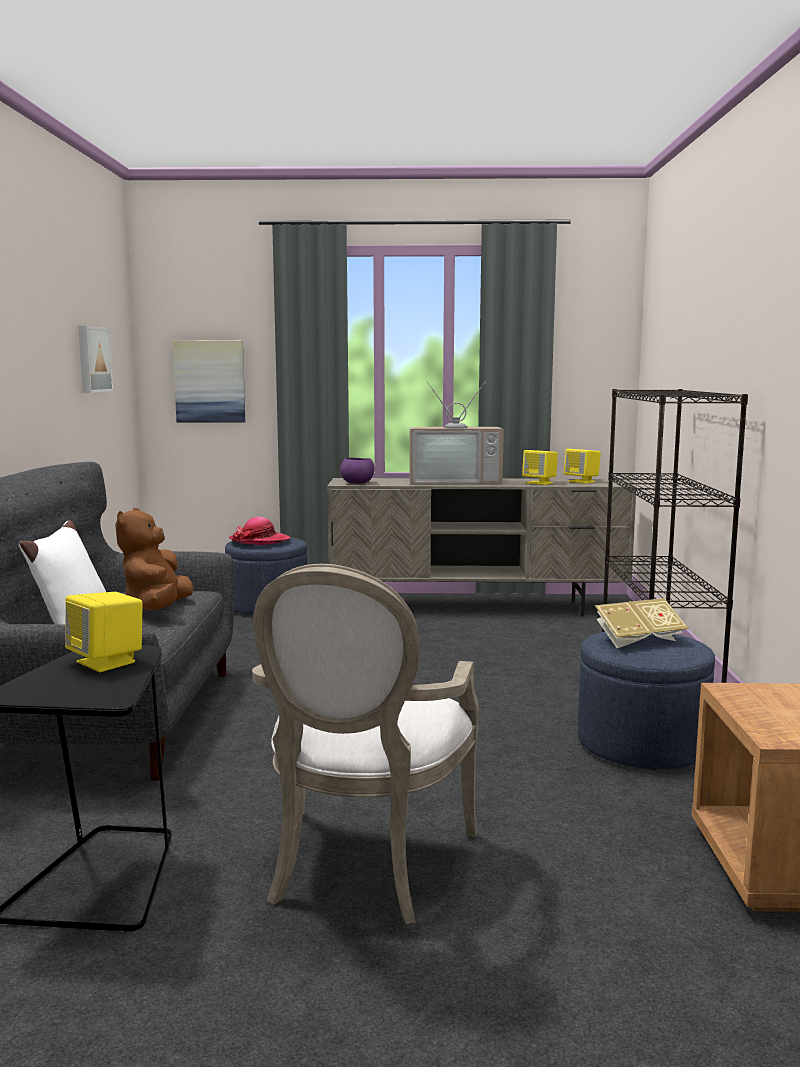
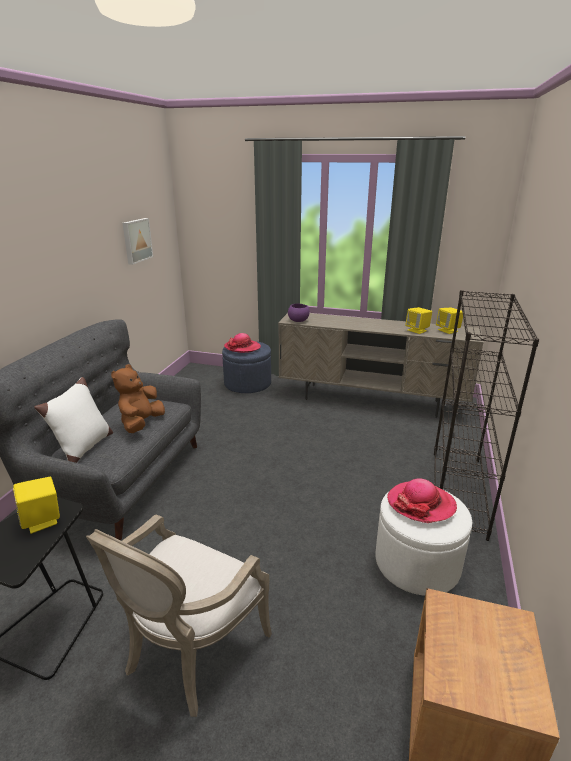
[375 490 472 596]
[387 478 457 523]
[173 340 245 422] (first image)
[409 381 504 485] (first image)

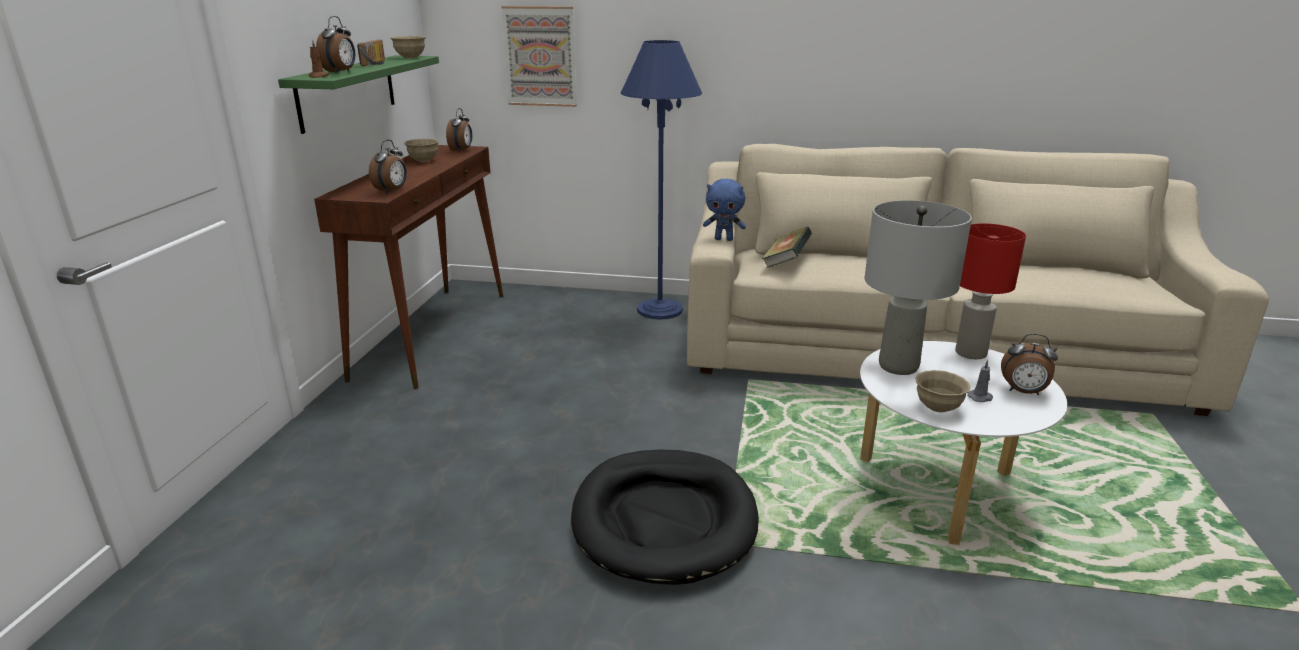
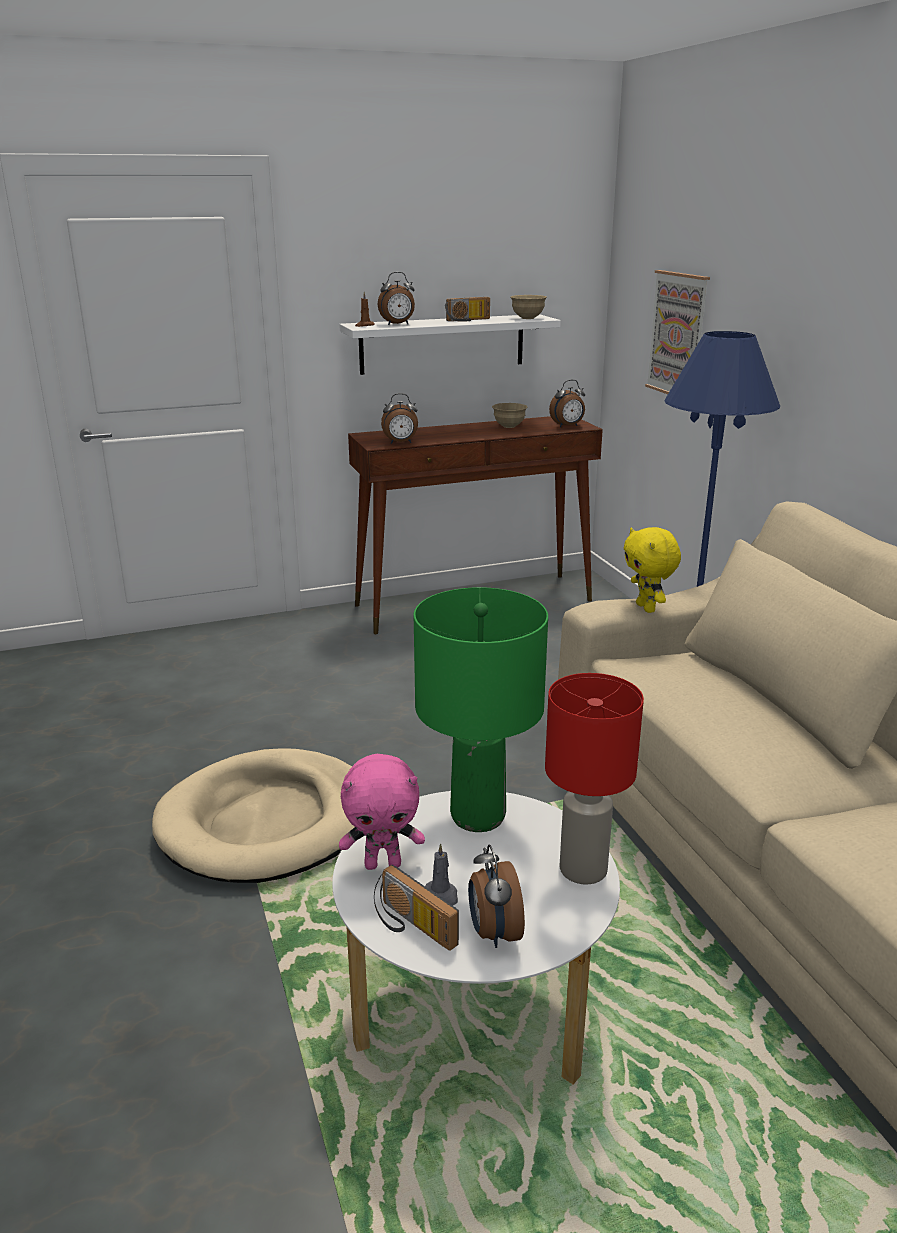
[152 748 355 883]
[339 314 561 375]
[339 754 425 870]
[374 865 459 951]
[414 587 548 832]
[624 527 681 613]
[762 227 812 268] (first image)

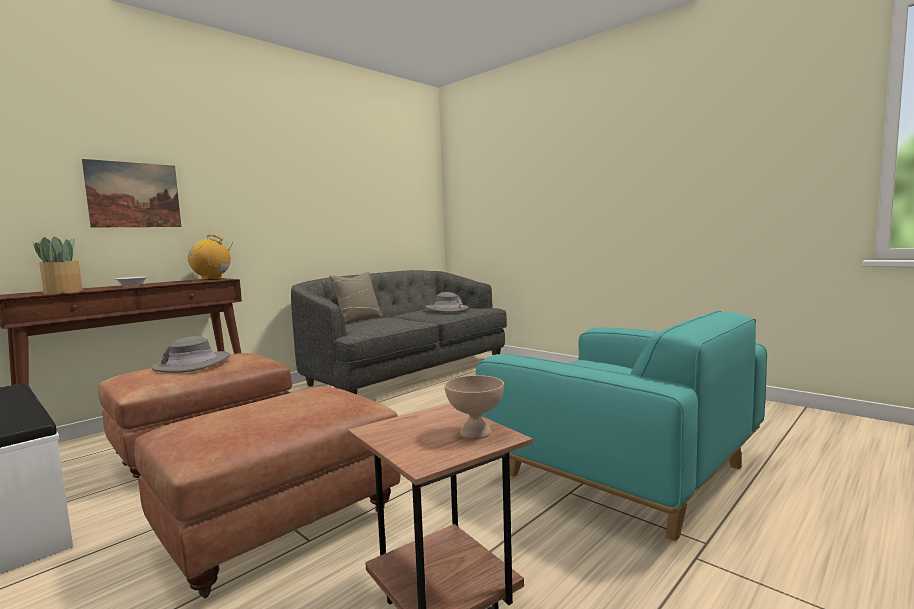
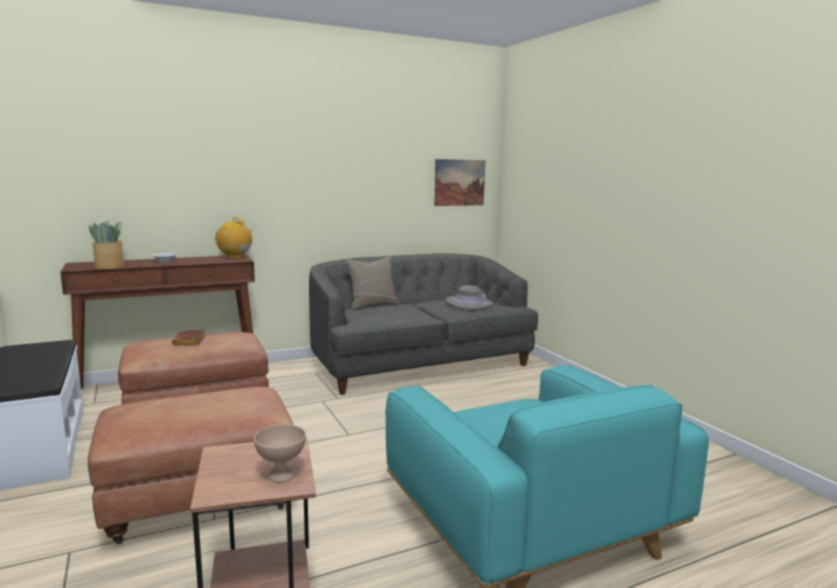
[172 329 206 346]
[434 159 486 206]

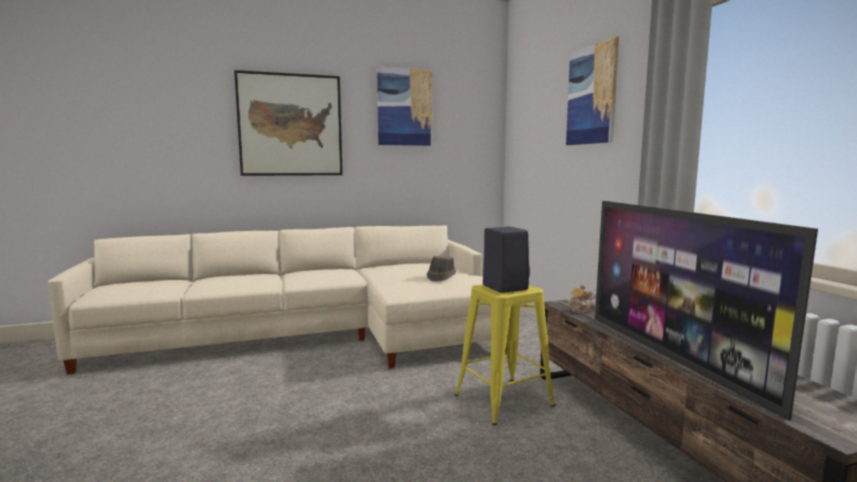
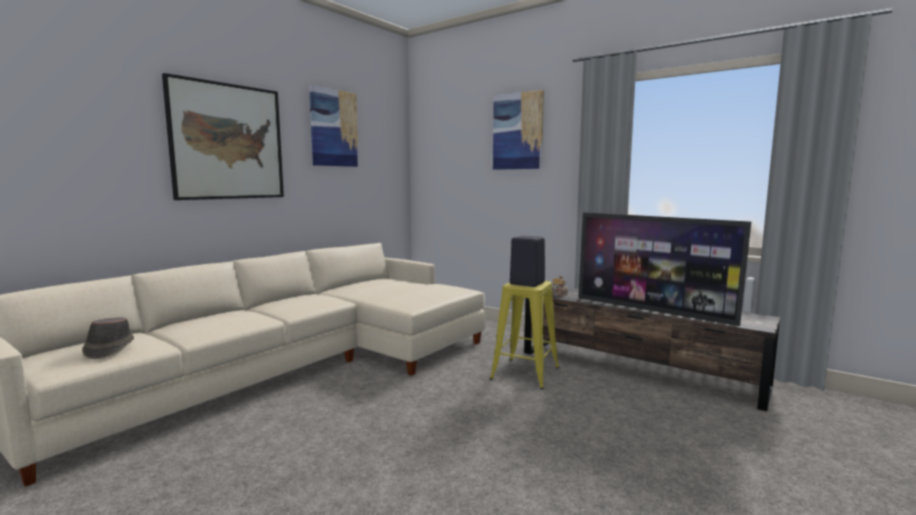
[82 317 134 359]

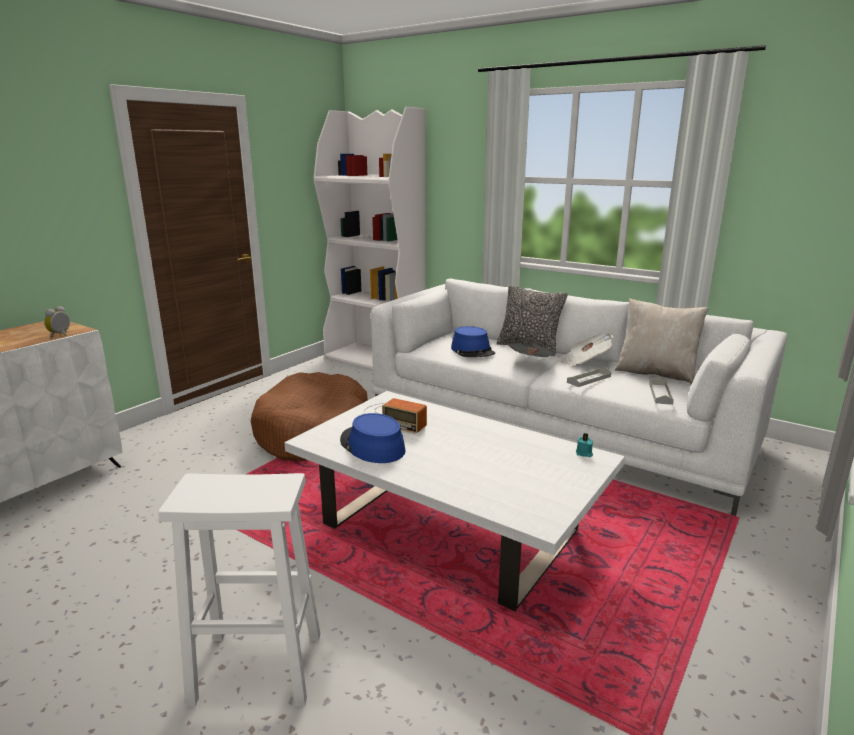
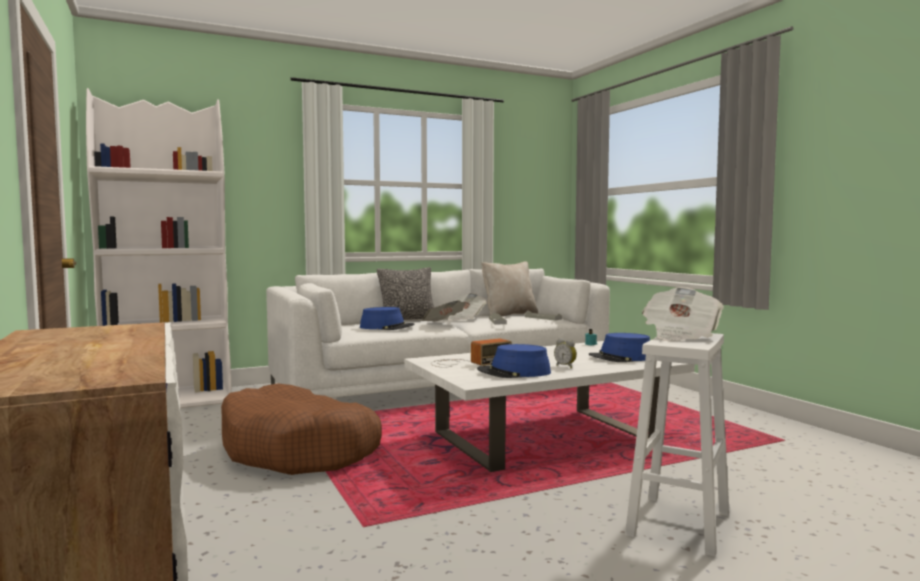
[554 338 577 368]
[589 333 650 362]
[642 287 724 341]

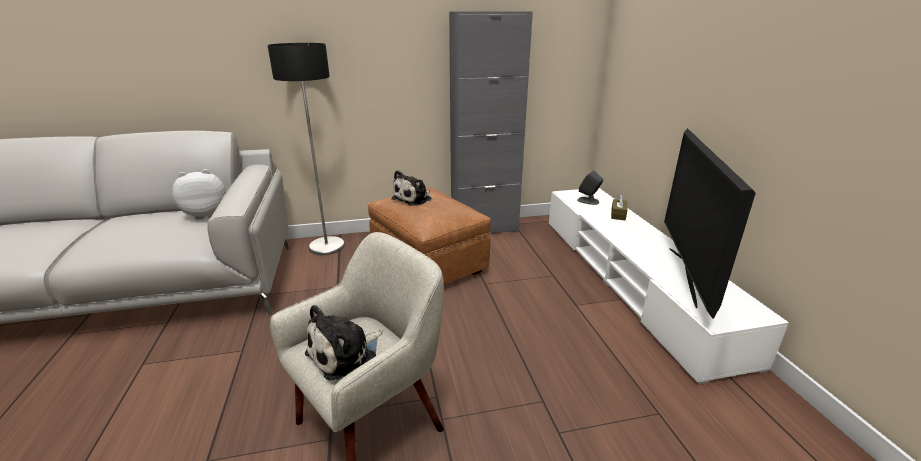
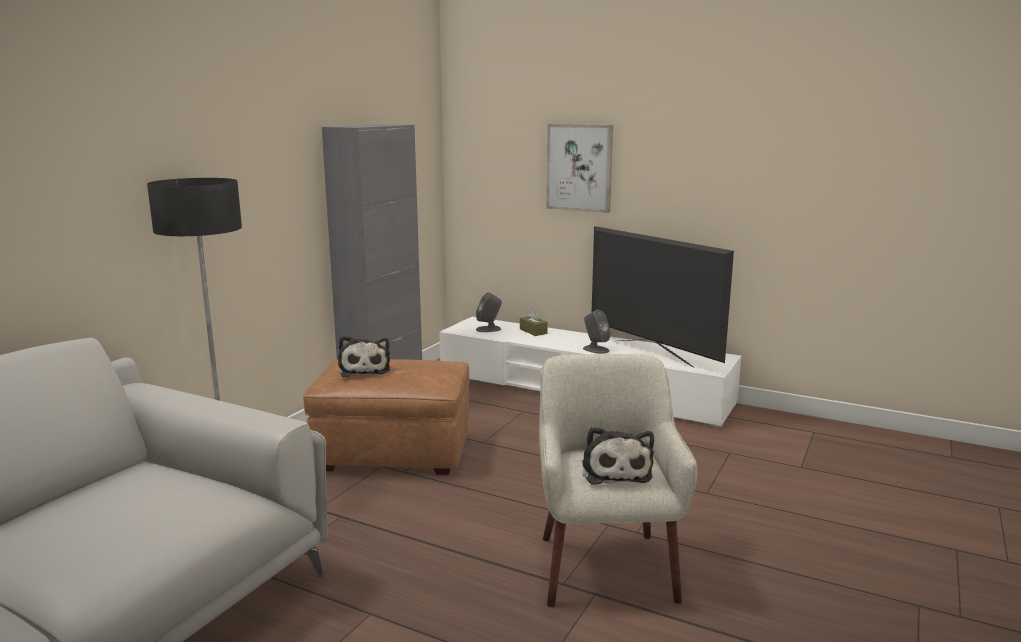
[546 124 613 213]
[583 310 611 354]
[172 169 226 219] (first image)

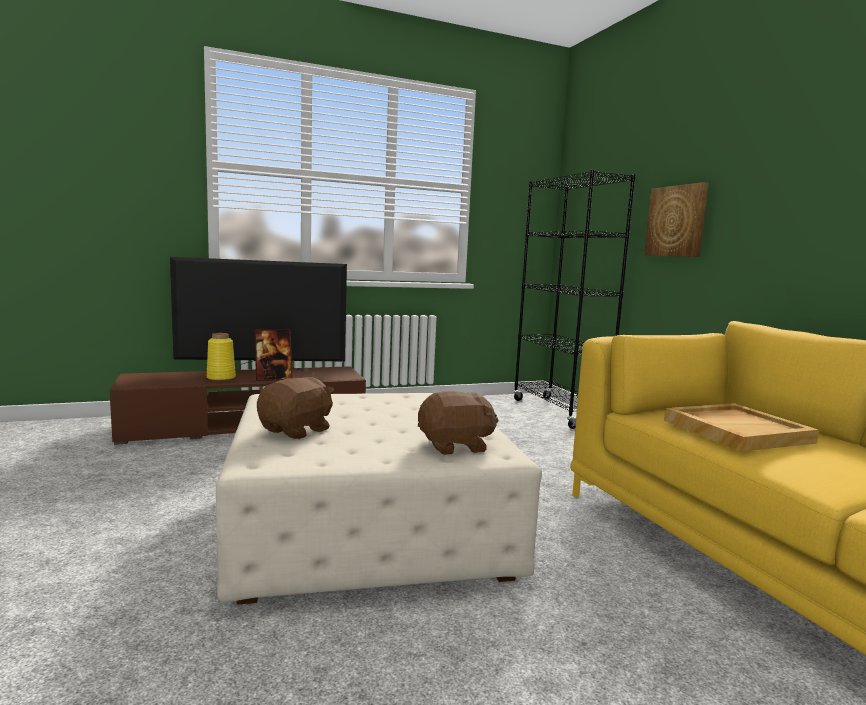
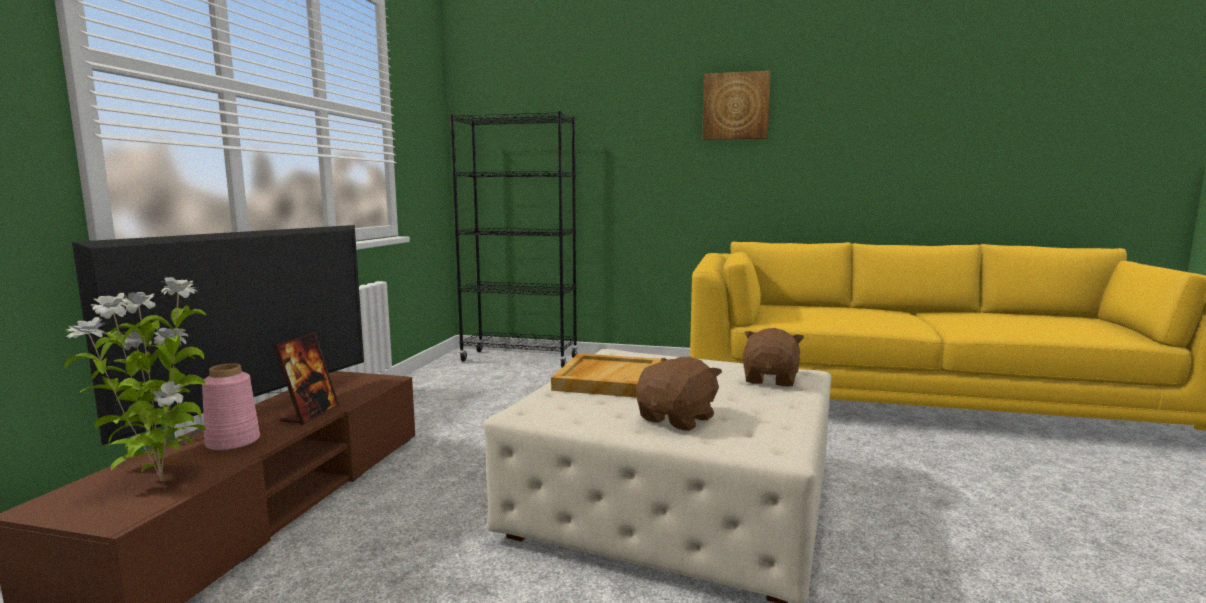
[64 277 206 481]
[202 363 260 451]
[551 353 661 397]
[636 357 722 431]
[702 71 771 140]

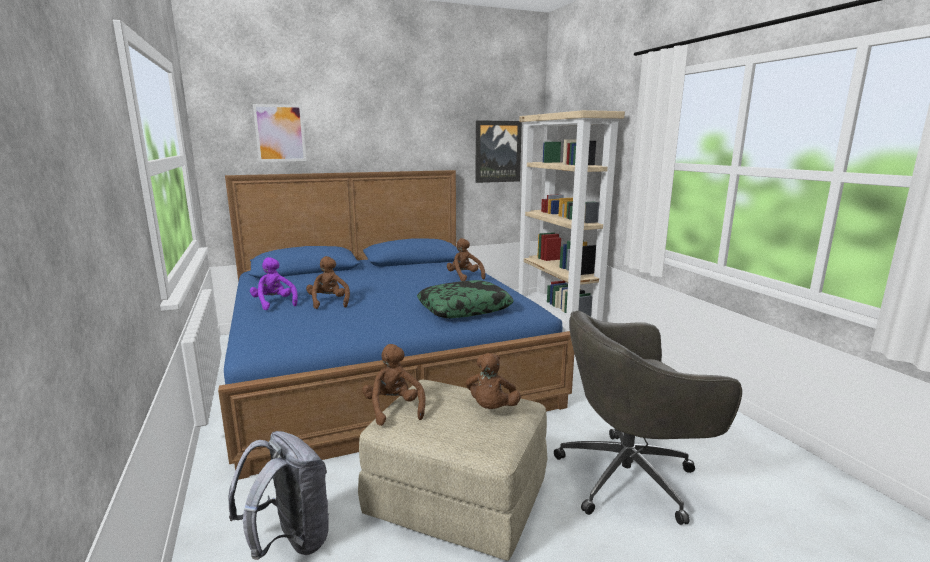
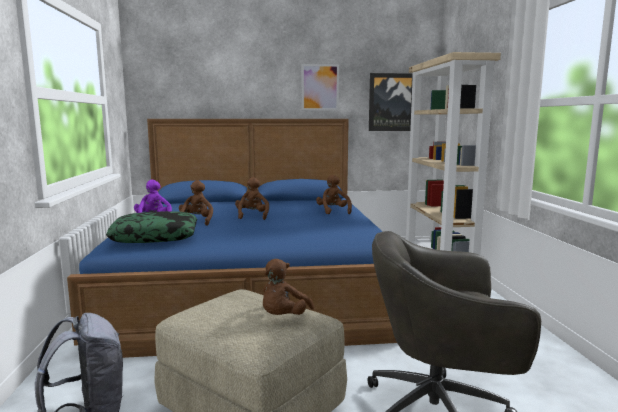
[106 211 197 243]
[235 177 269 220]
[302 64 339 110]

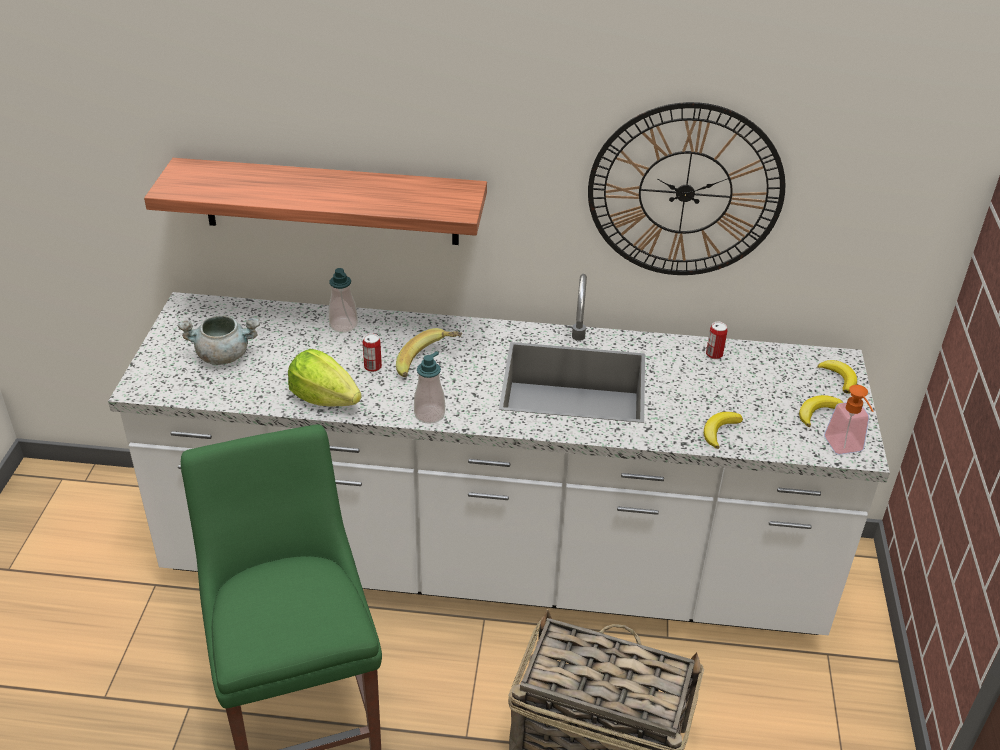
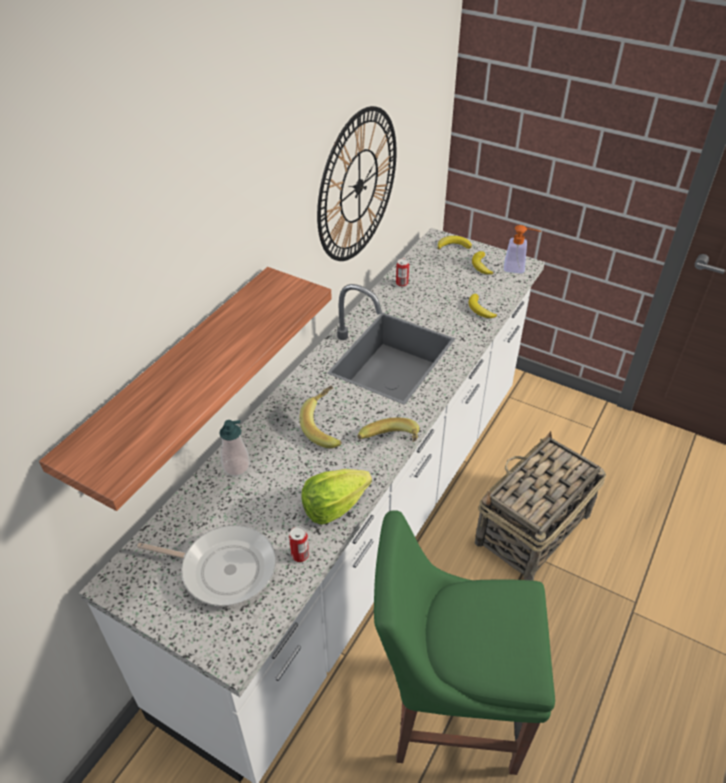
[137 525 276 607]
[289 526 309 562]
[357 418 420 442]

